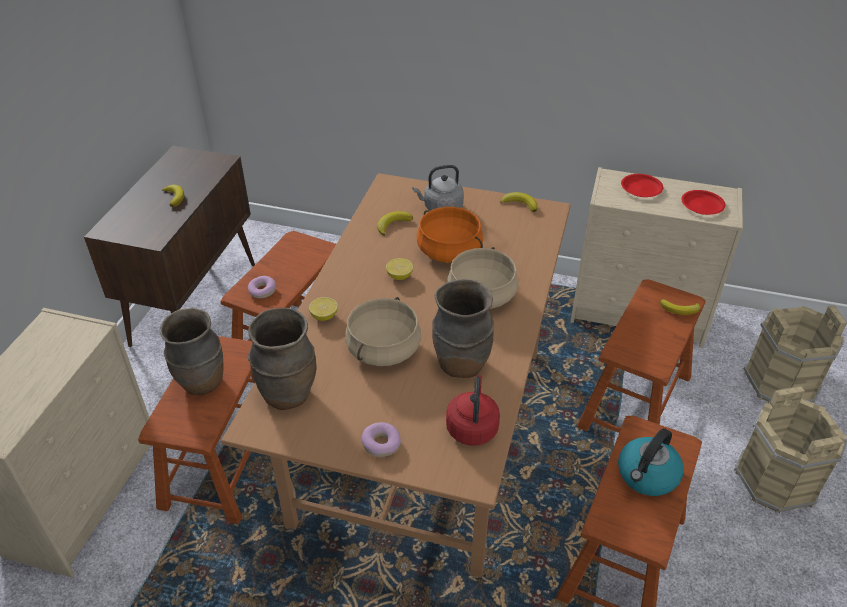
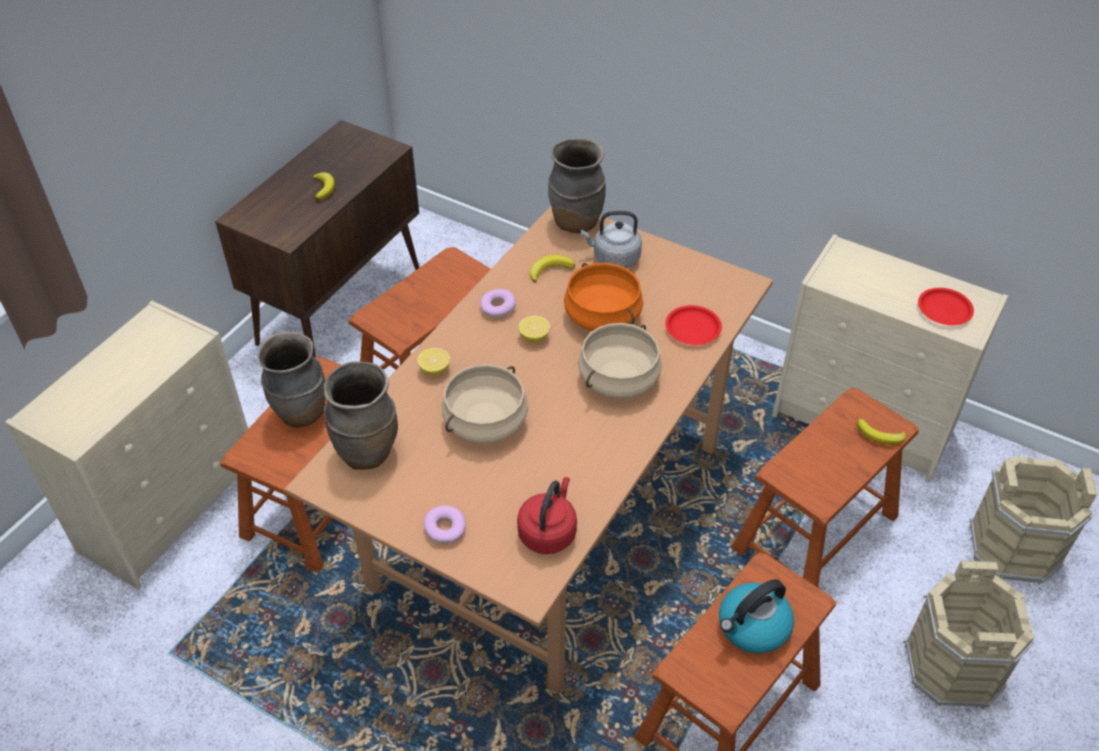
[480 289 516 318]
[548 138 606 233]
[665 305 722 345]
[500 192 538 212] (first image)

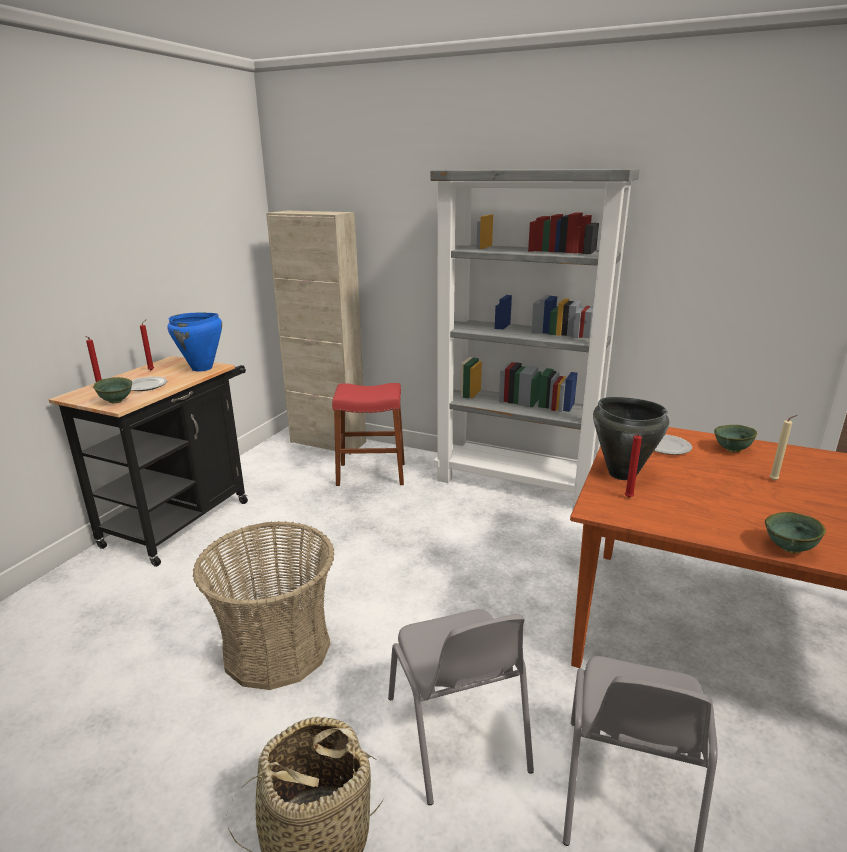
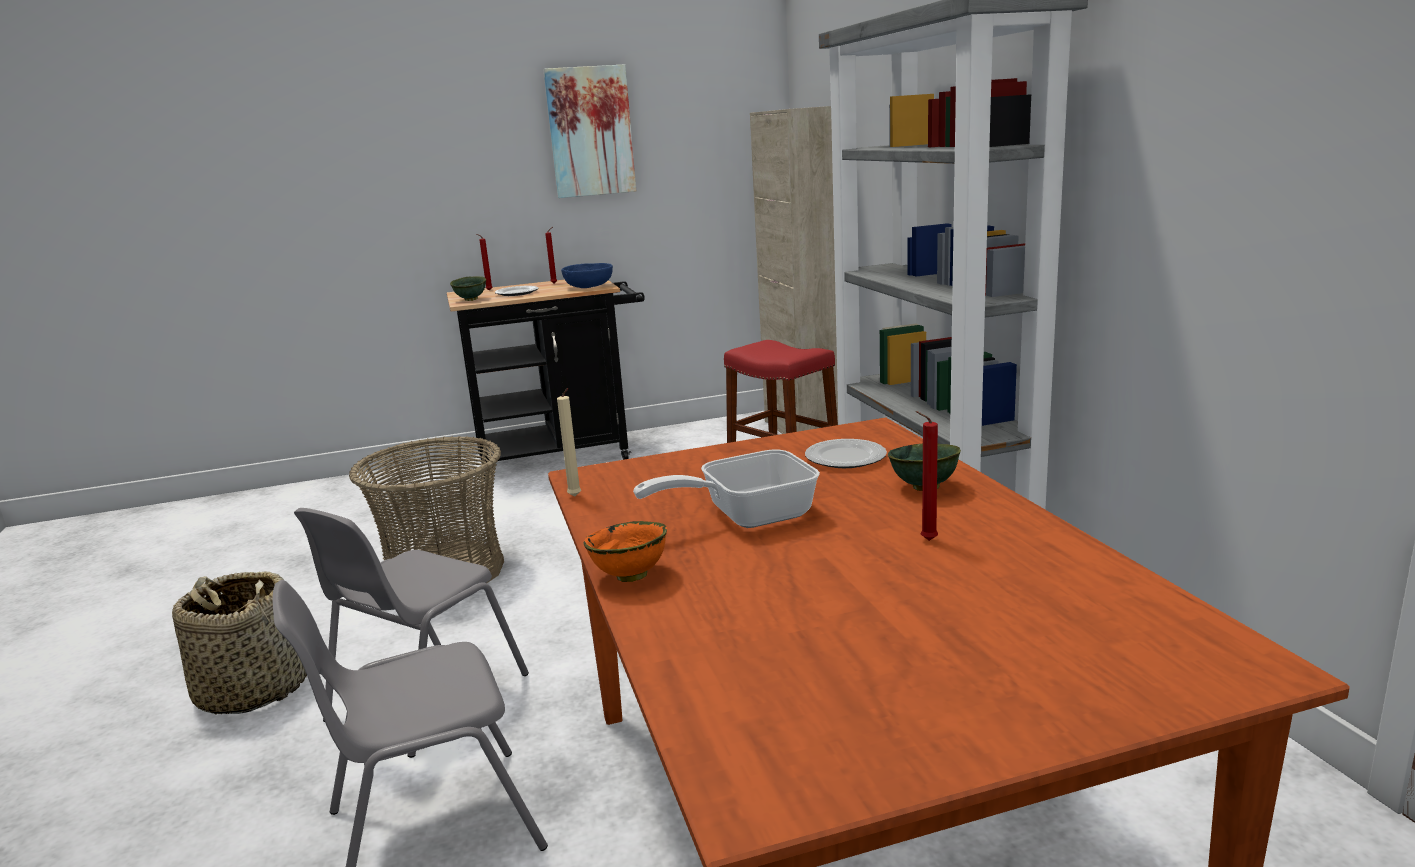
[543 64 636 198]
[557 388 581 497]
[561 263 613 288]
[584 521 667 582]
[633 450 820 528]
[915 411 938 541]
[593 397 669 480] (first image)

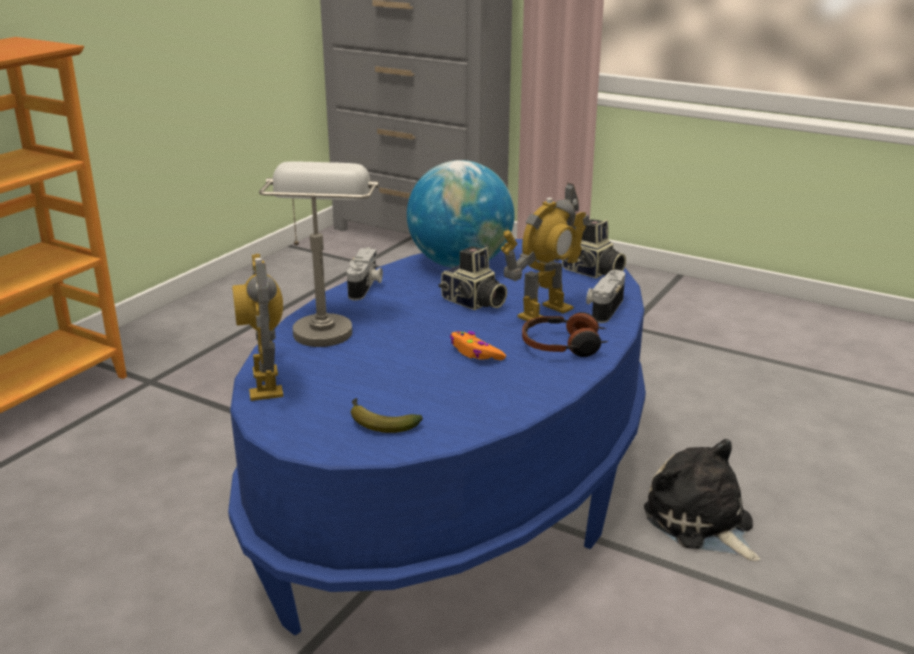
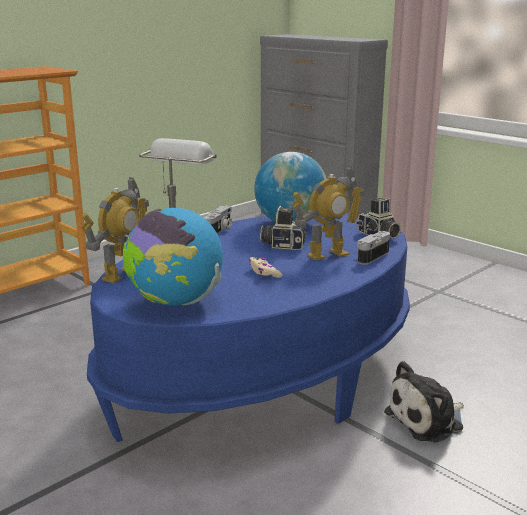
[81 177 149 283]
[123 208 223 306]
[249 257 283 278]
[260 206 307 250]
[384 361 464 443]
[522 312 608 357] (first image)

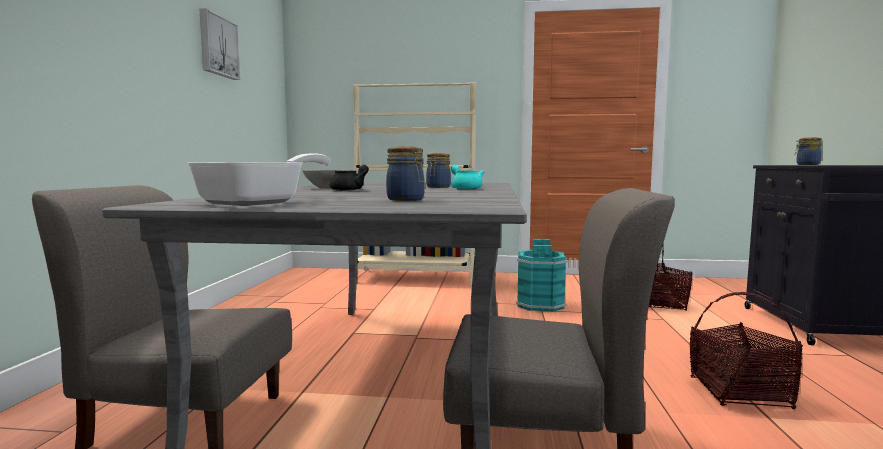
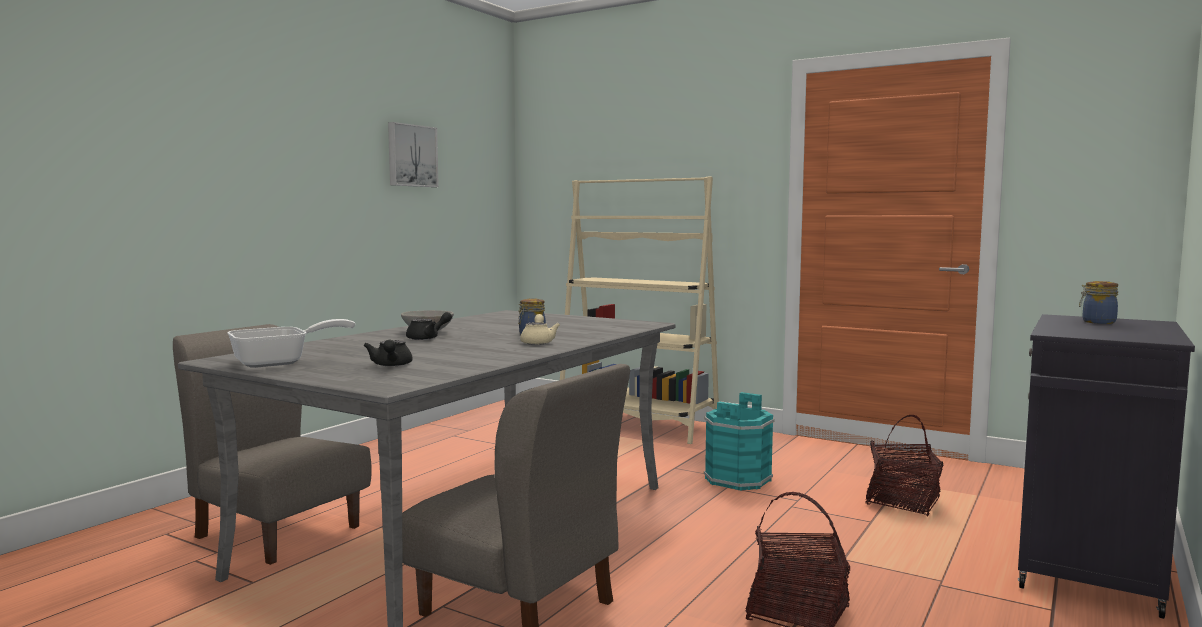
[364 340 412 367]
[520 314 560 345]

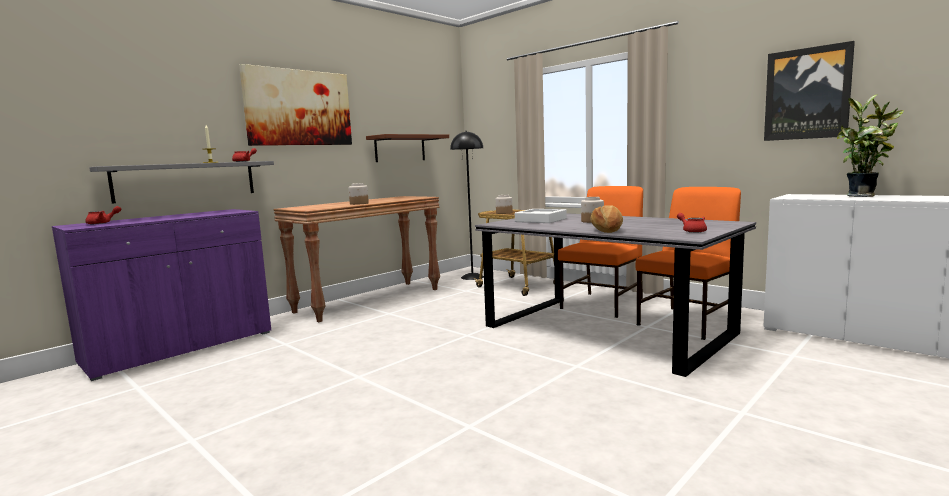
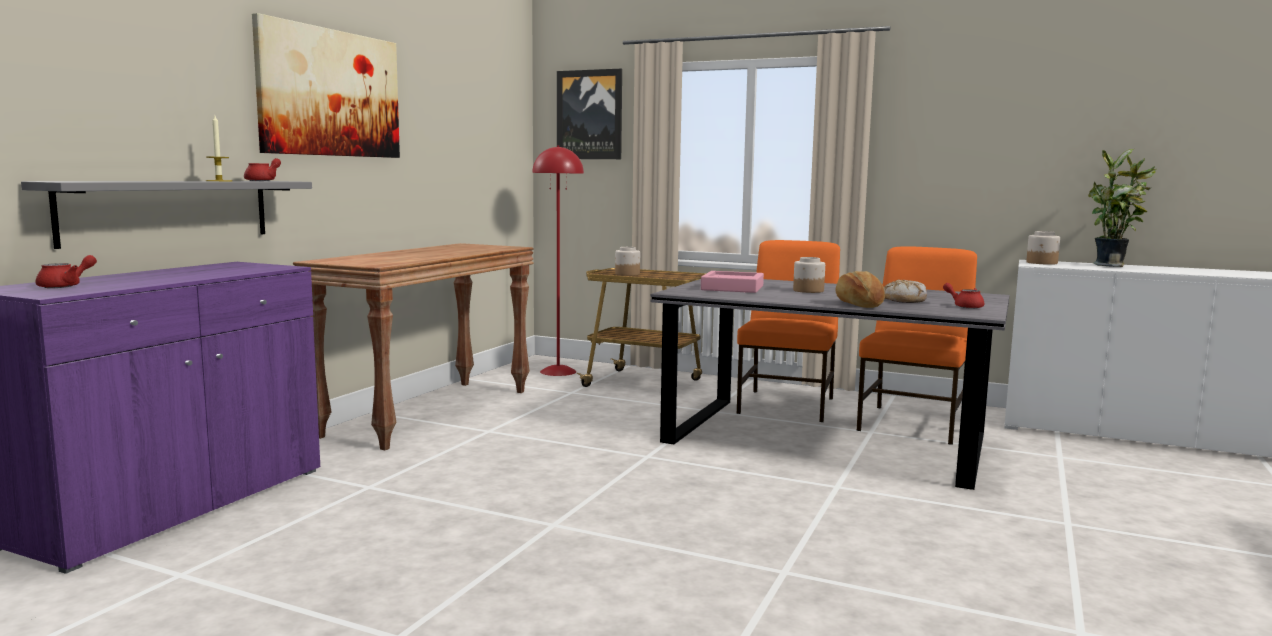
[532 145 584 376]
[557 69 622 159]
[701 271 764 293]
[884 279 927 303]
[1026 231 1060 265]
[366 134 449 162] (first image)

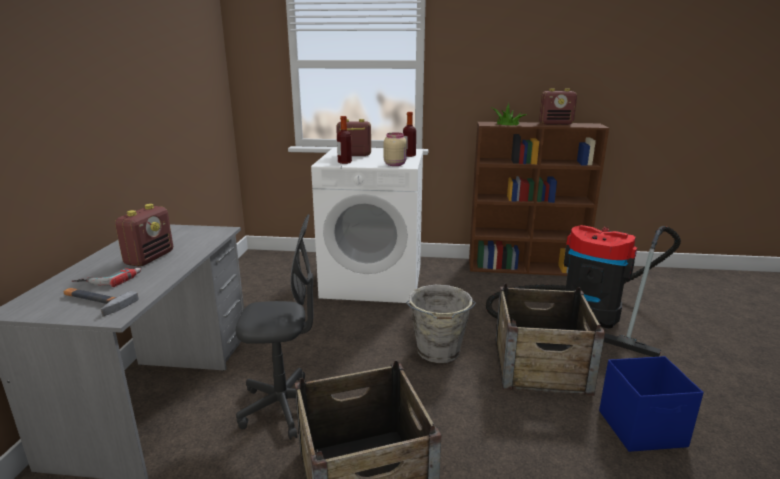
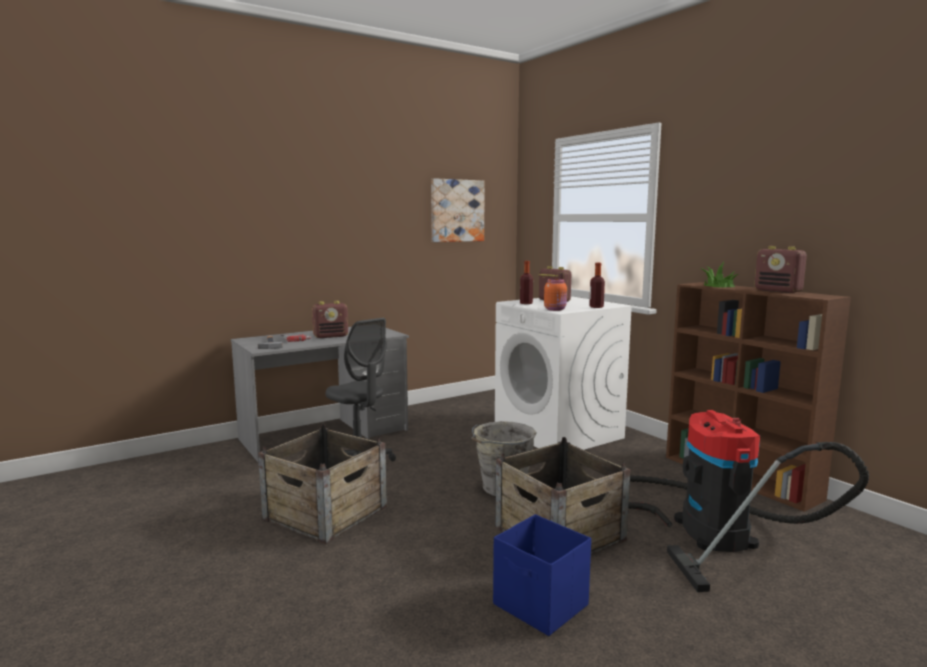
[431 178 485 242]
[544 279 567 311]

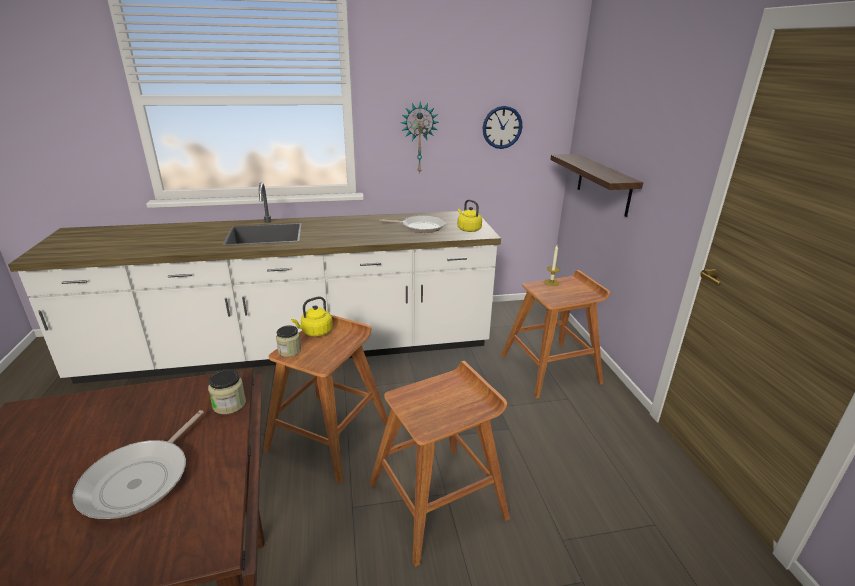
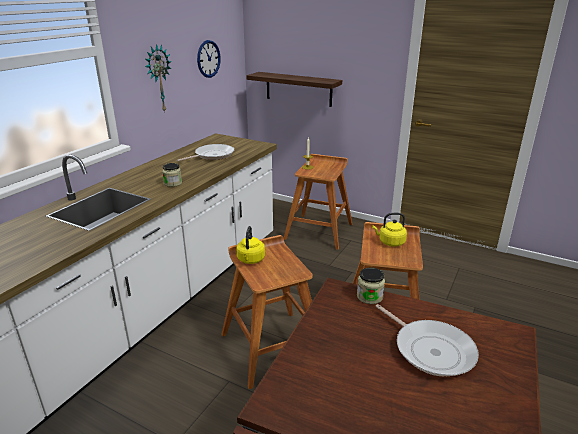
[162 163 182 187]
[372 213 407 247]

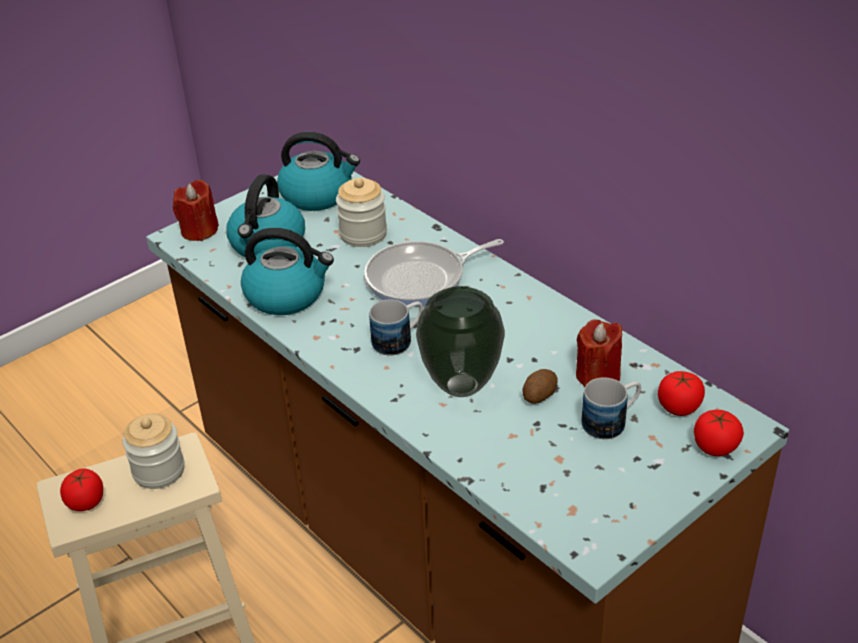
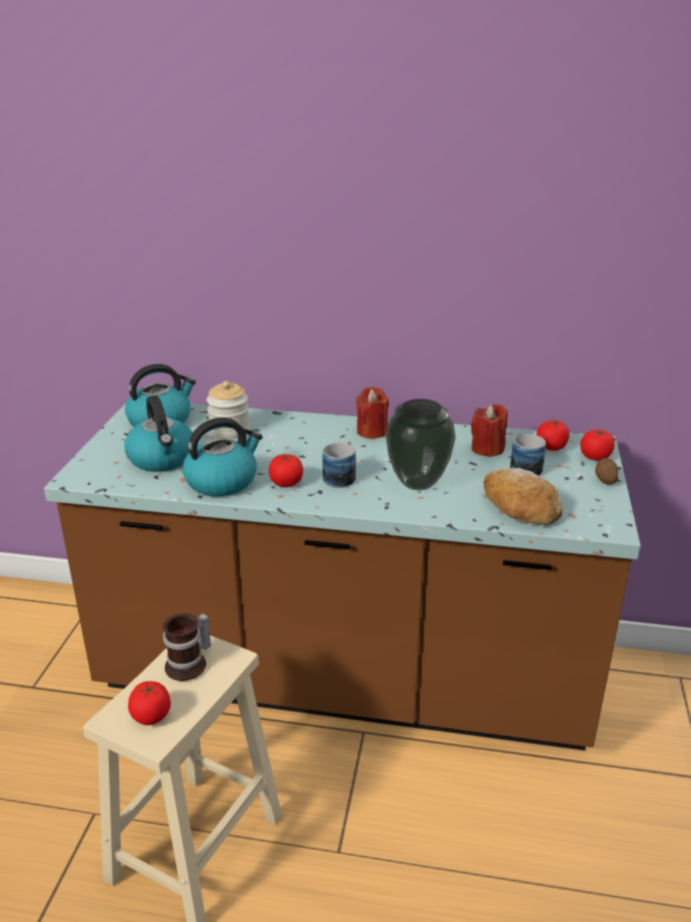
[163 613 211 681]
[269 453 303 487]
[356 387 389 439]
[483 468 563 525]
[595 458 619 484]
[364 239 504 307] (first image)

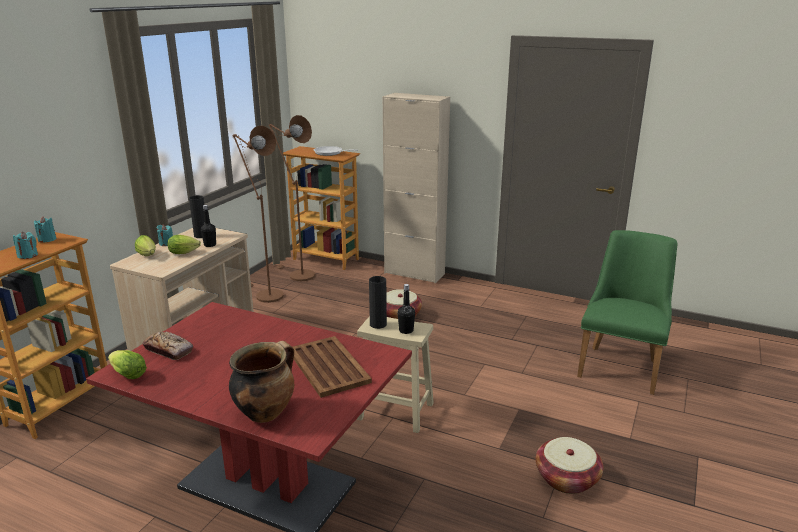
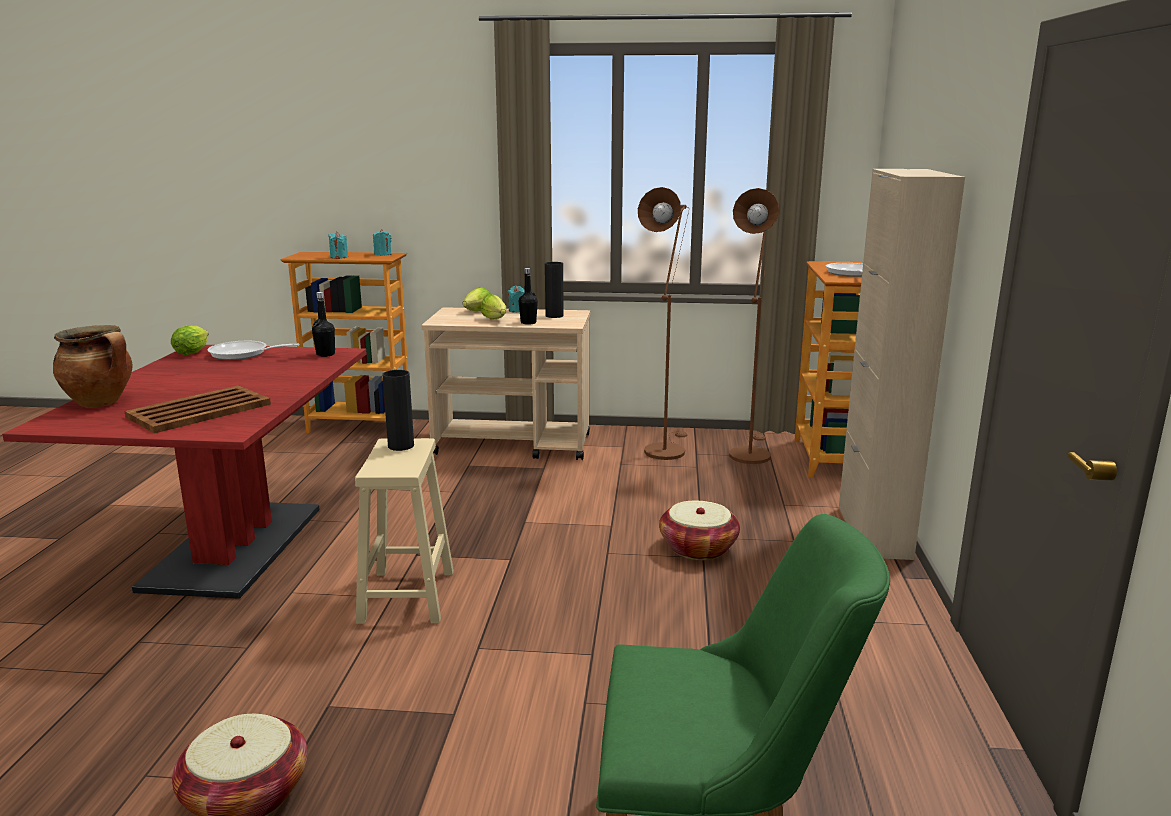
[207 341 300 360]
[312 292 335 357]

